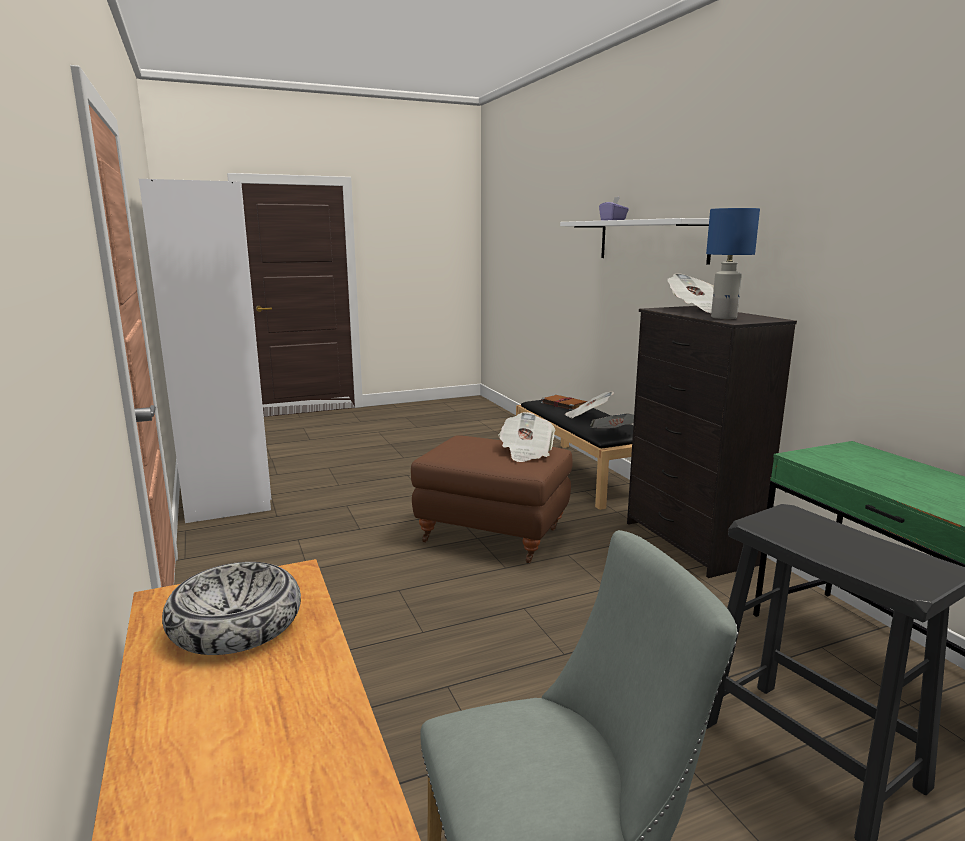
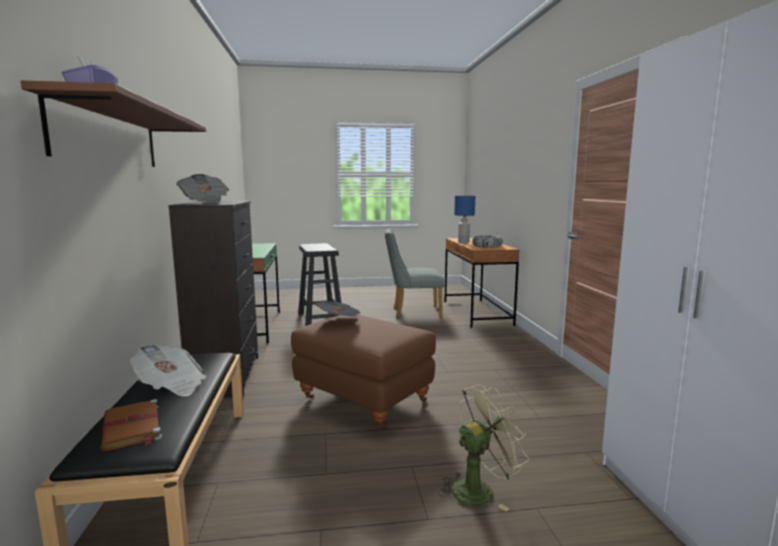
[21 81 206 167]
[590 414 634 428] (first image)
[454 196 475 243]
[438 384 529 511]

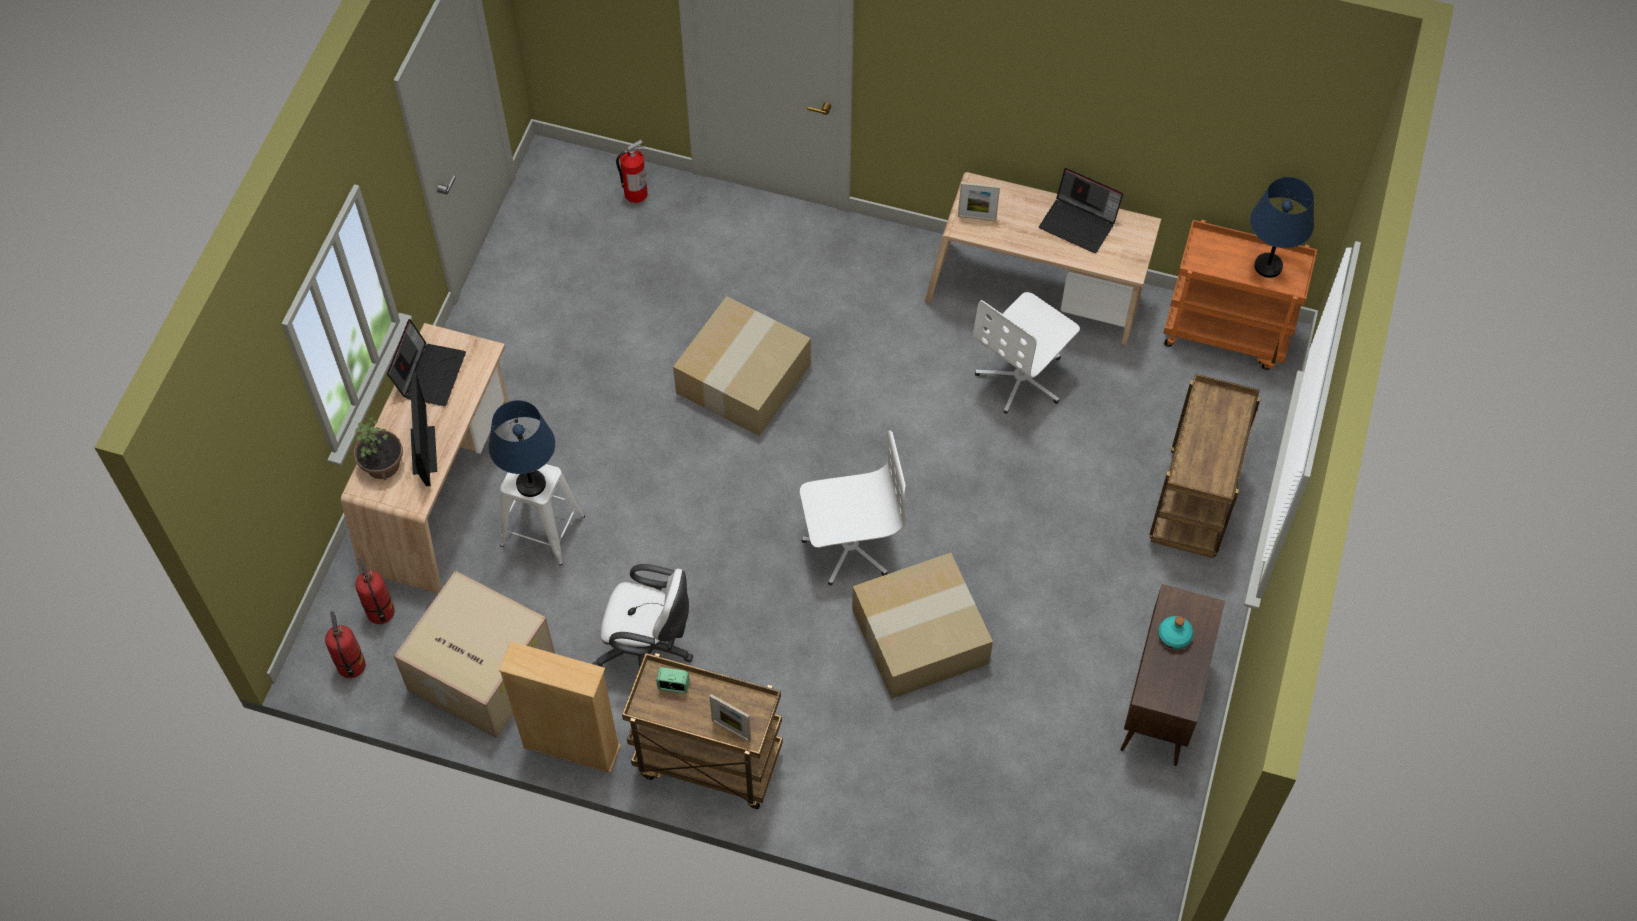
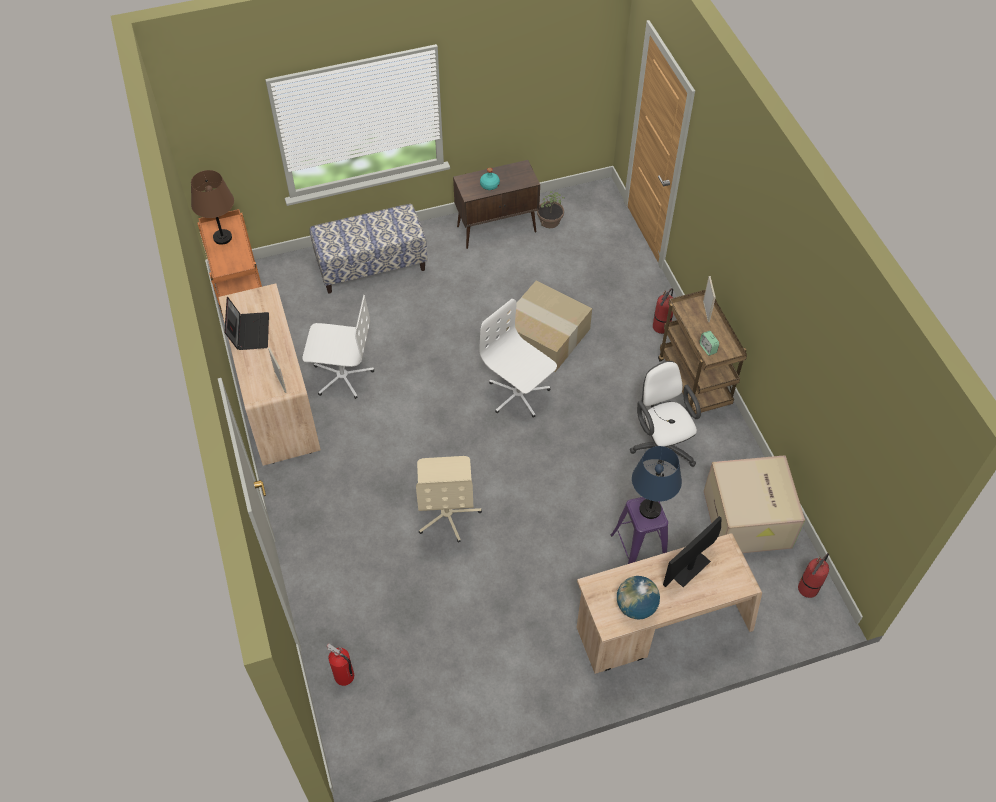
[537 191 565 228]
[653 288 673 334]
[617 576 660 620]
[498 641 621 773] (first image)
[610 497 668 564]
[416 456 482 543]
[310 204 428 294]
[191 170 234 245]

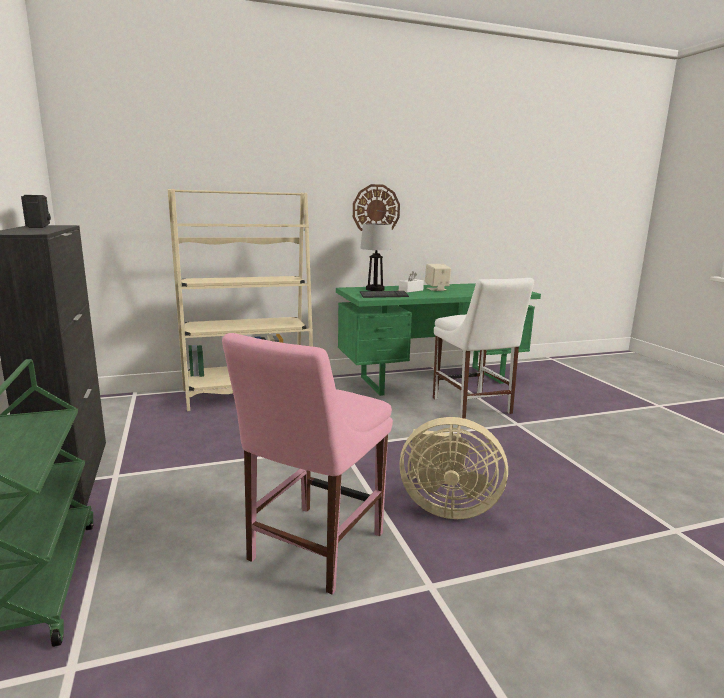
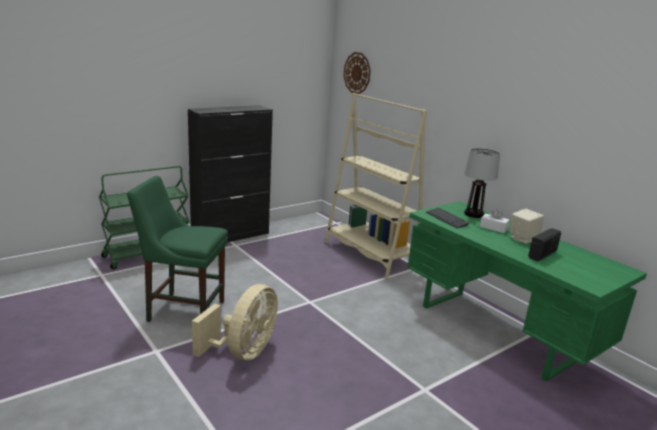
[528 228 561 261]
[127 176 228 322]
[344 52 371 94]
[192 284 278 360]
[433 278 534 419] (first image)

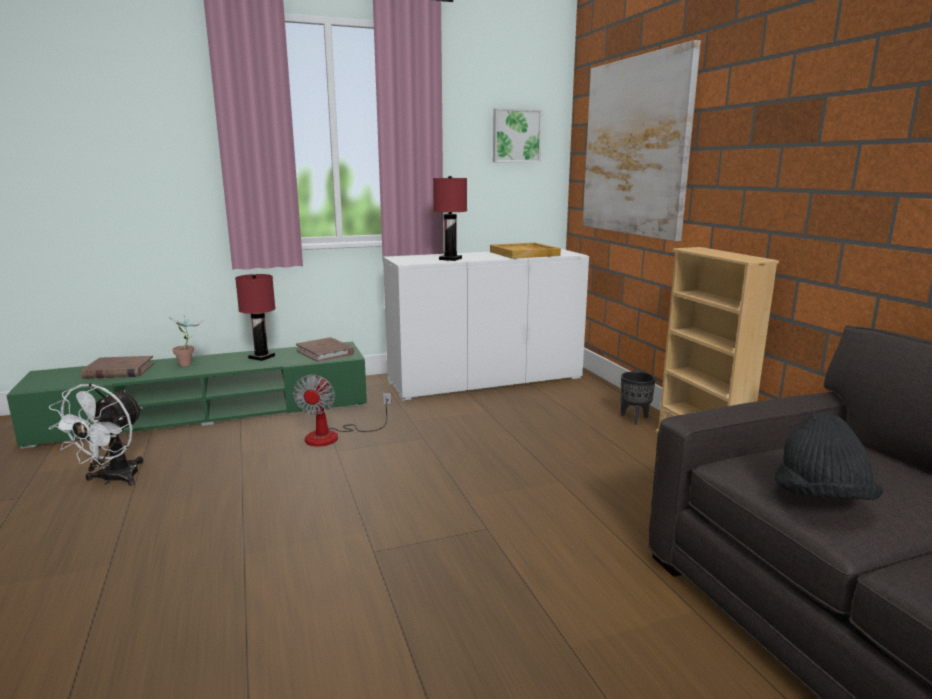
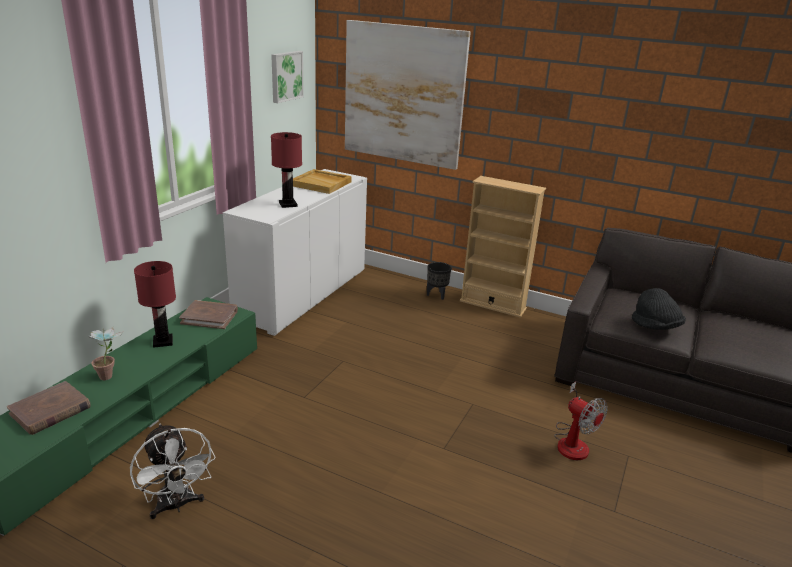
[554 382 608 460]

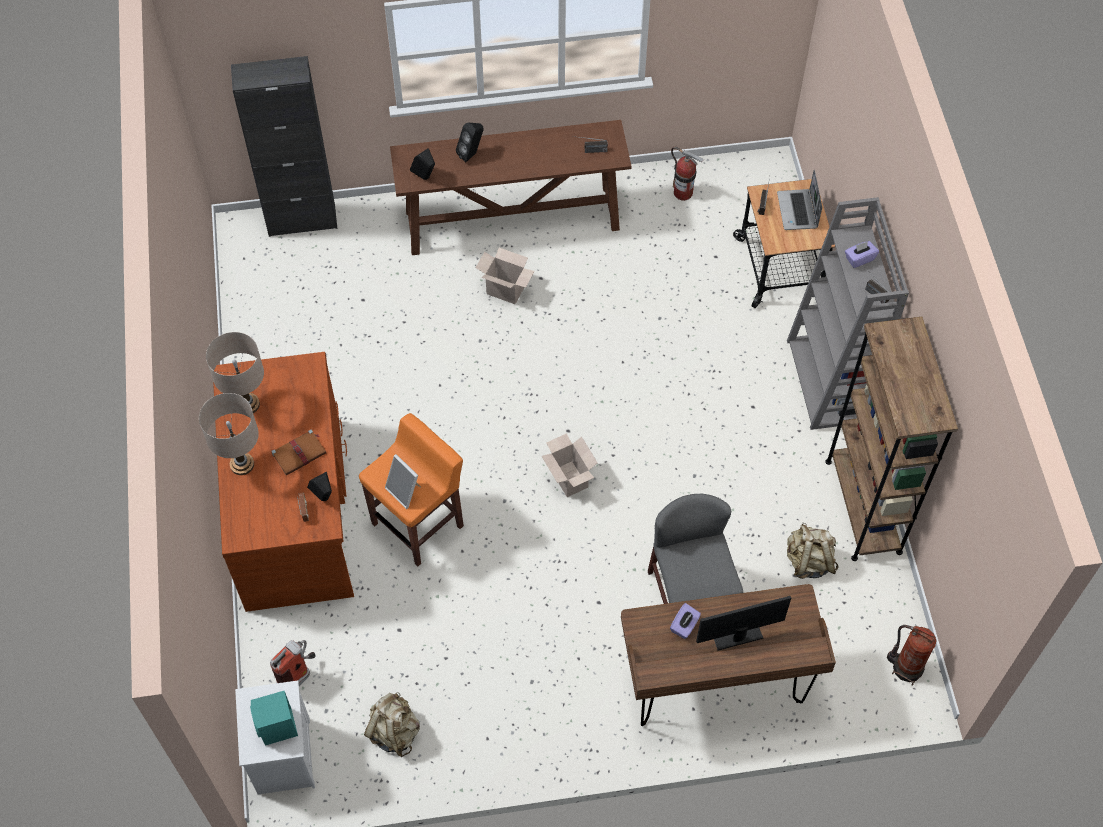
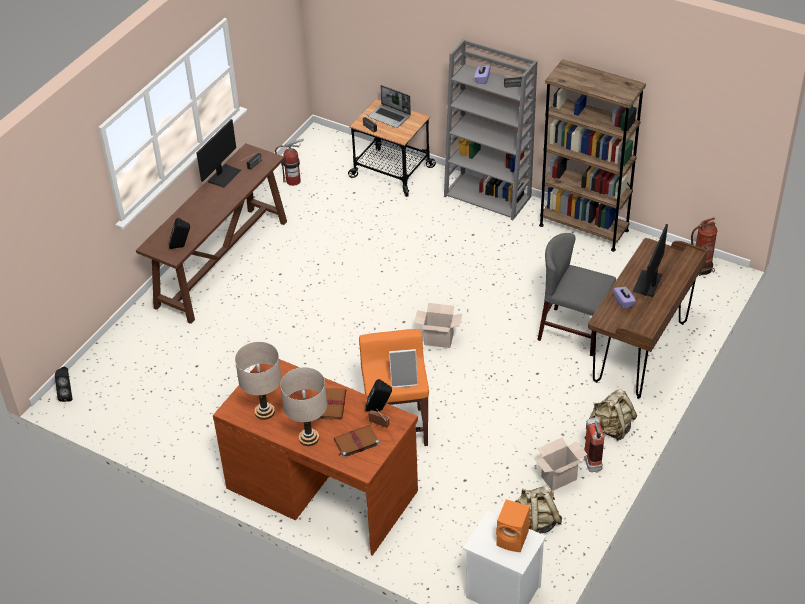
[231 56 337 237] (first image)
[496 499 530 552]
[584 417 604 472]
[55 367 72 402]
[535 438 588 491]
[590 389 637 441]
[197 119 241 188]
[334 425 380 458]

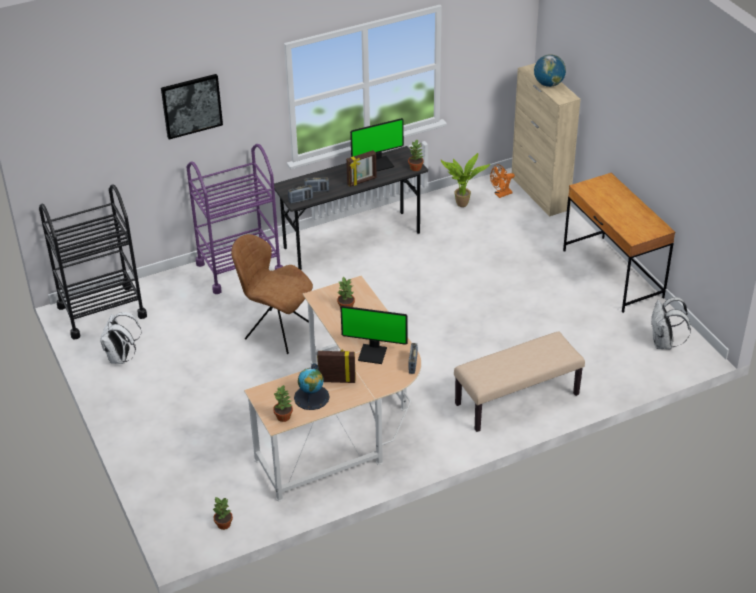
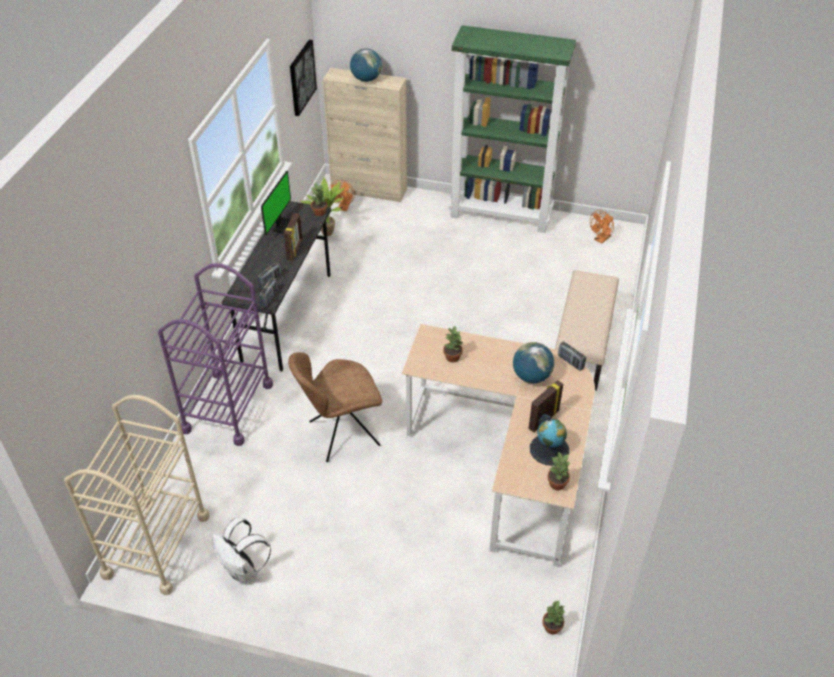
[64 395 209 595]
[290 40 317 116]
[513 342 554 383]
[449 25 576 233]
[590 210 614 244]

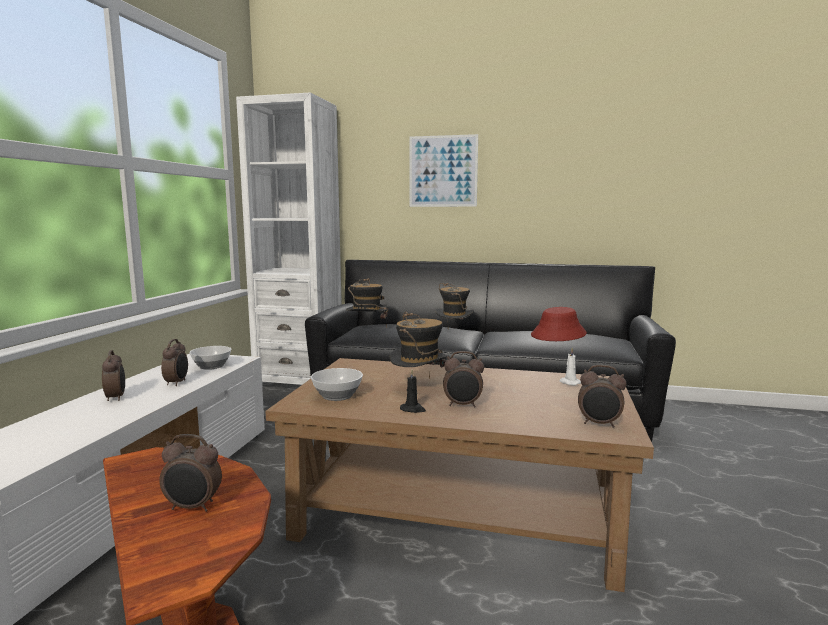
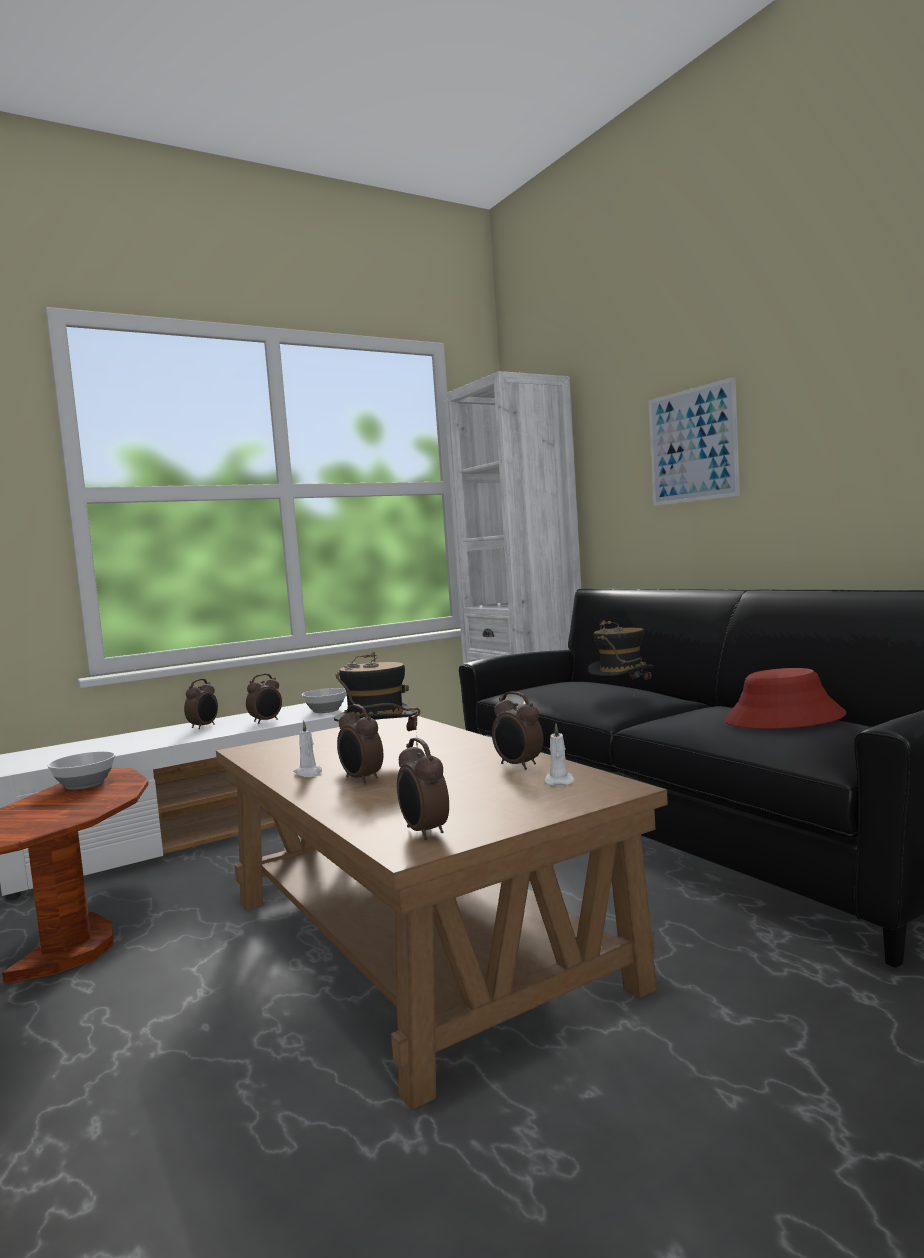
[492 692 544 770]
[47 751 115 790]
[346 278 388 327] (first image)
[293 721 322 777]

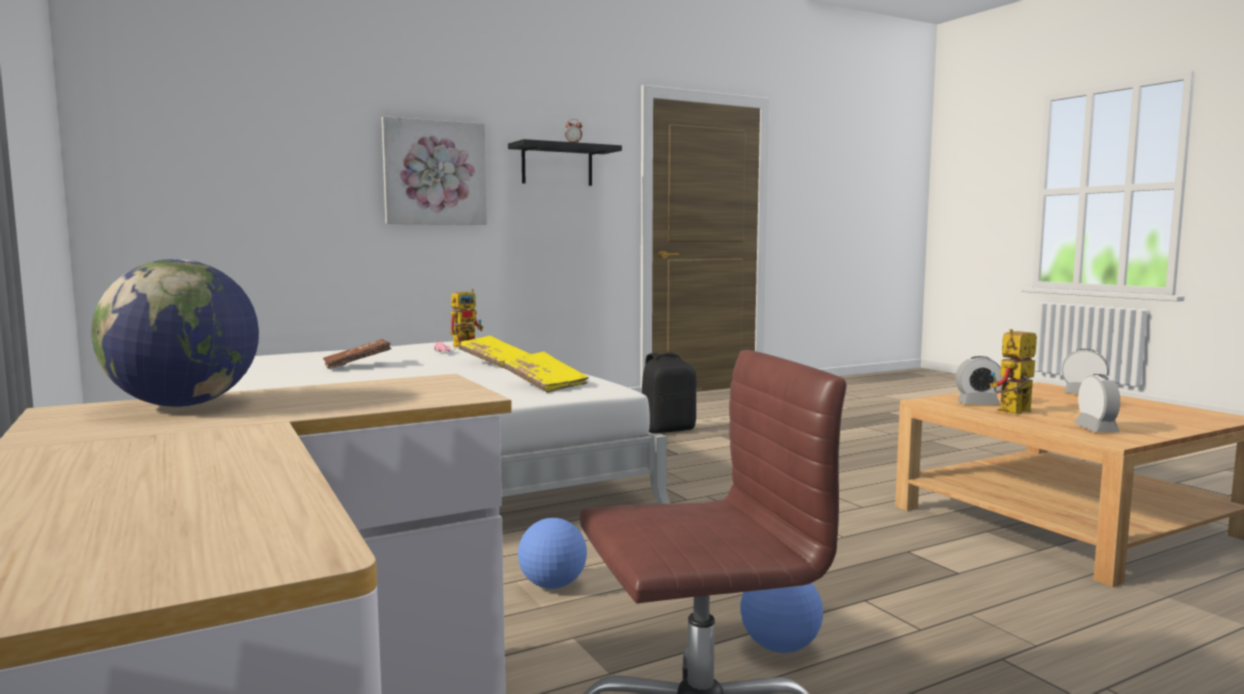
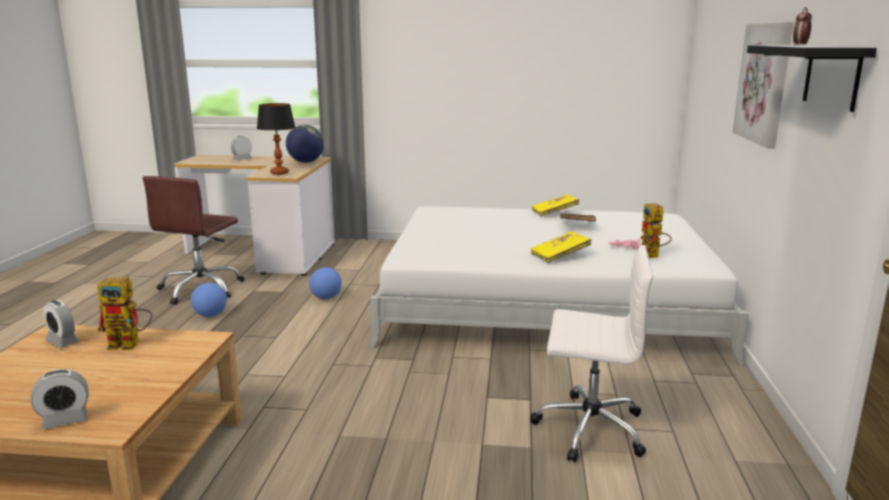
[532 194 579 216]
[530 245 653 462]
[231 136 252 160]
[97 276 153 350]
[257 103 295 175]

